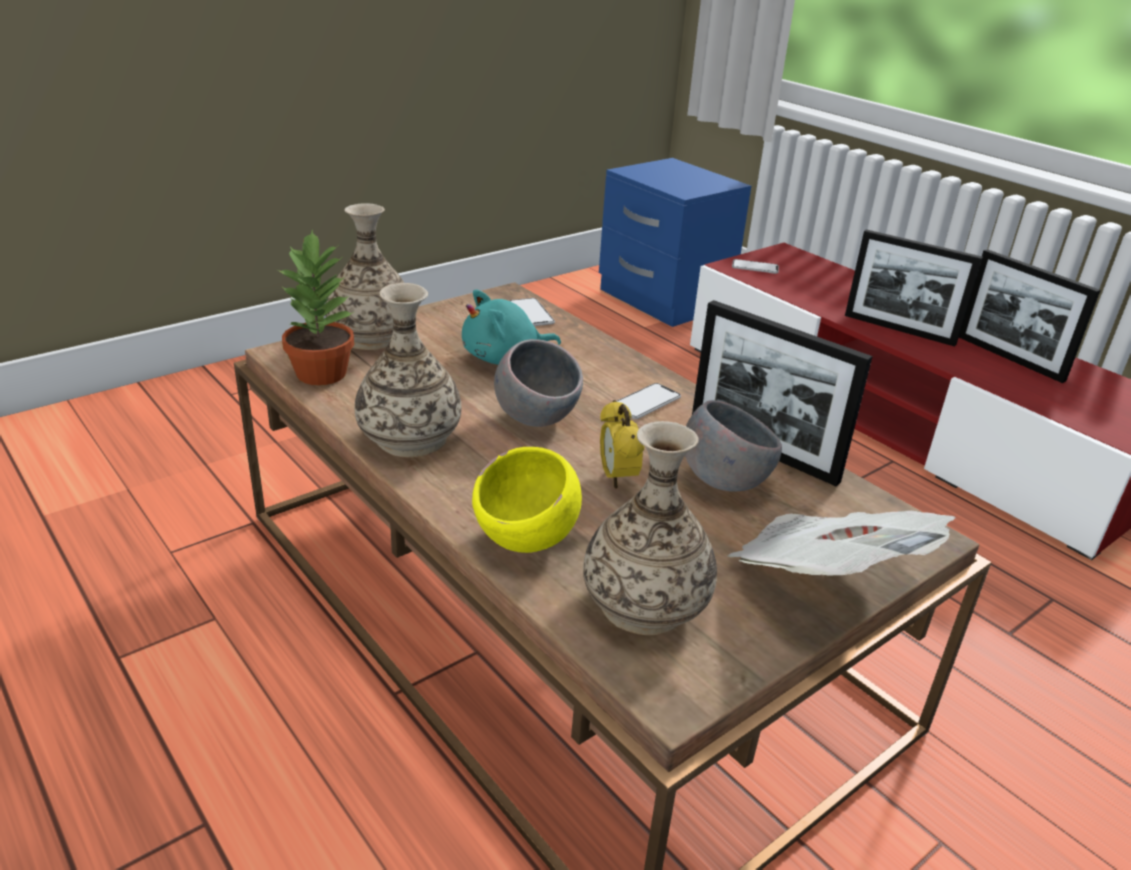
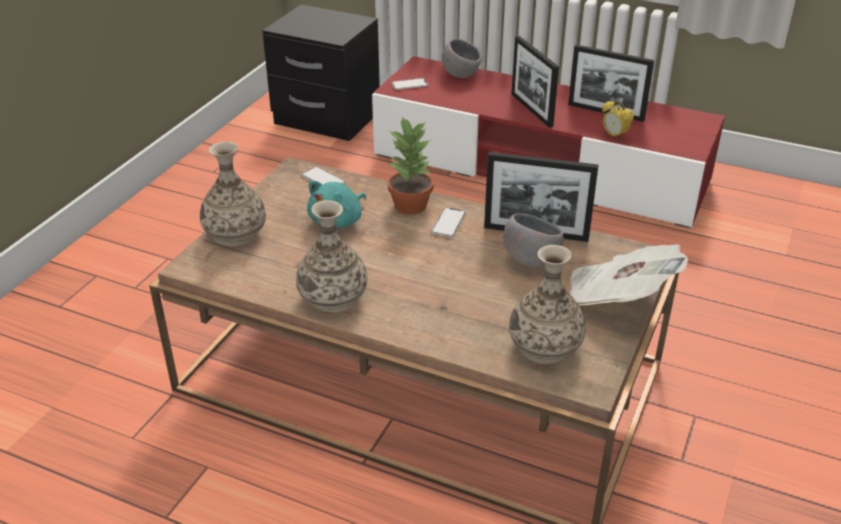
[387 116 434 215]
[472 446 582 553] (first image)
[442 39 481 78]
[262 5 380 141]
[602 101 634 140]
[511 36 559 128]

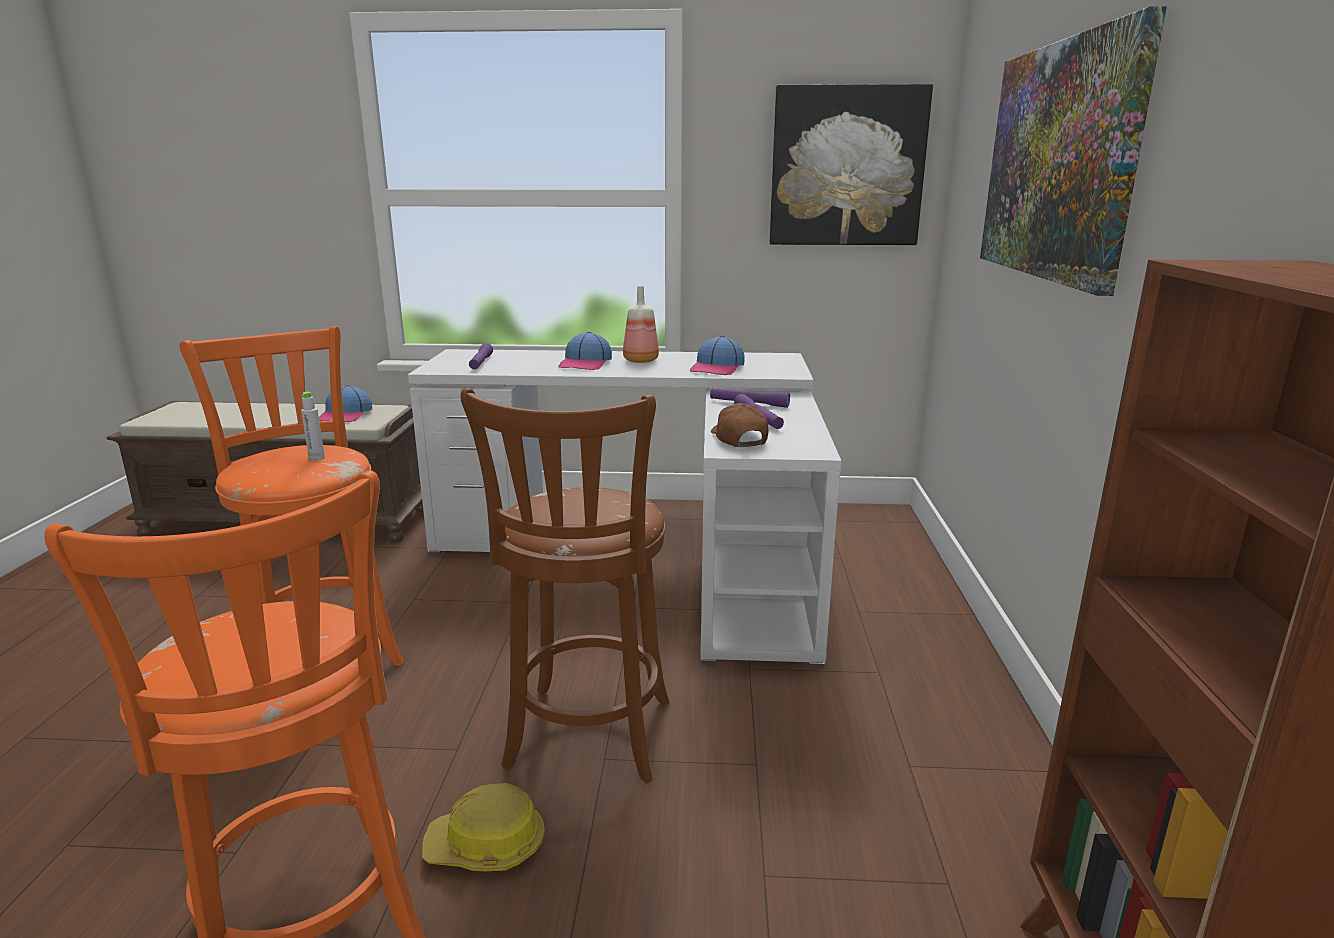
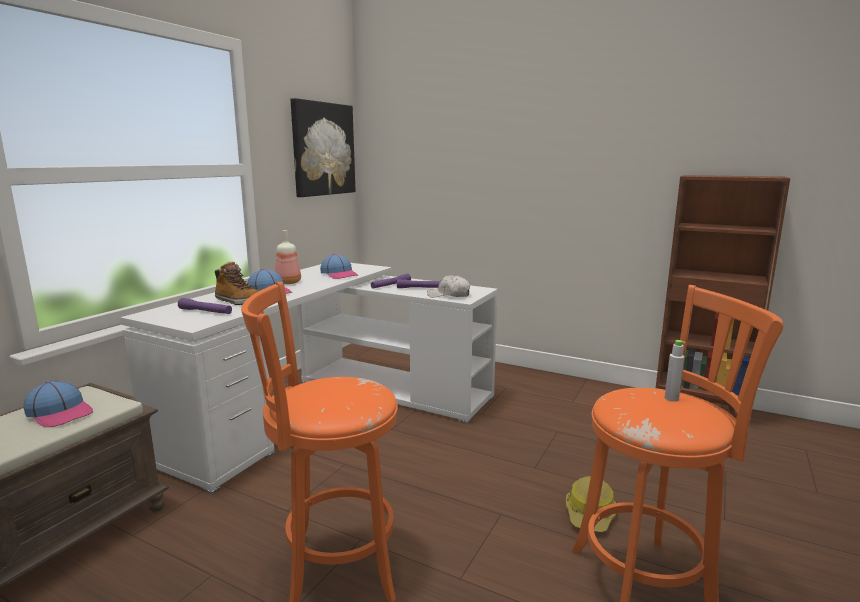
[665 340 686 402]
[460 388 670 783] (first image)
[427 275 470 297]
[980 6 1167 296] (first image)
[215 261 259 305]

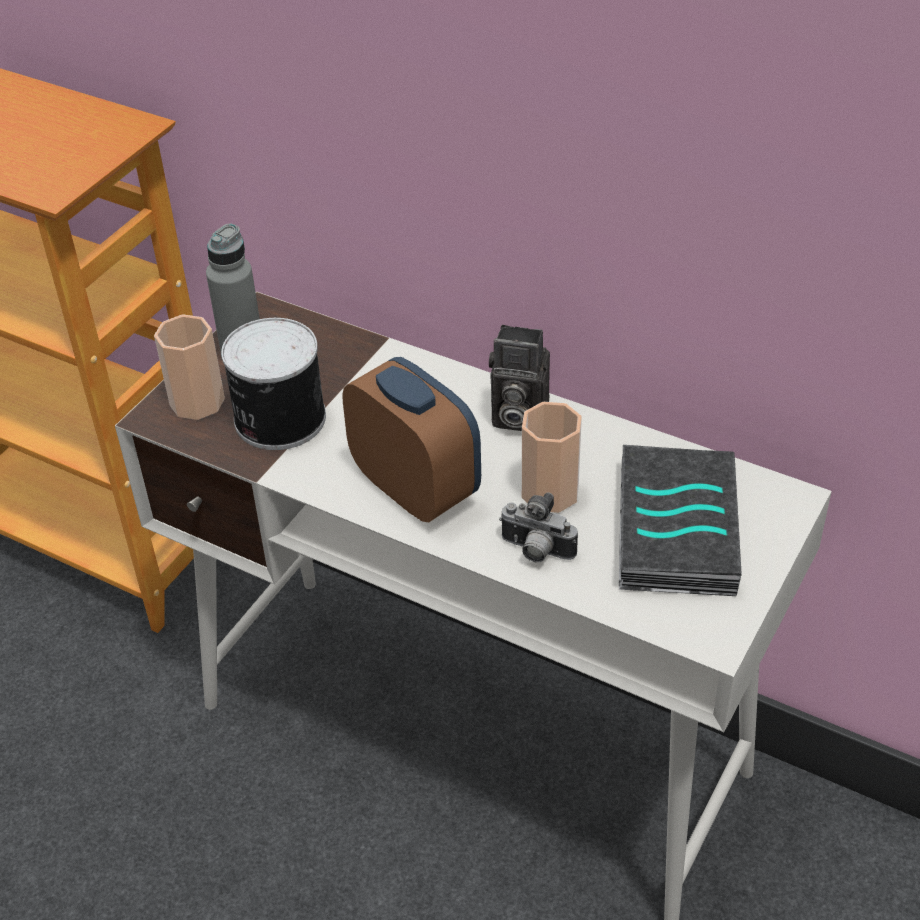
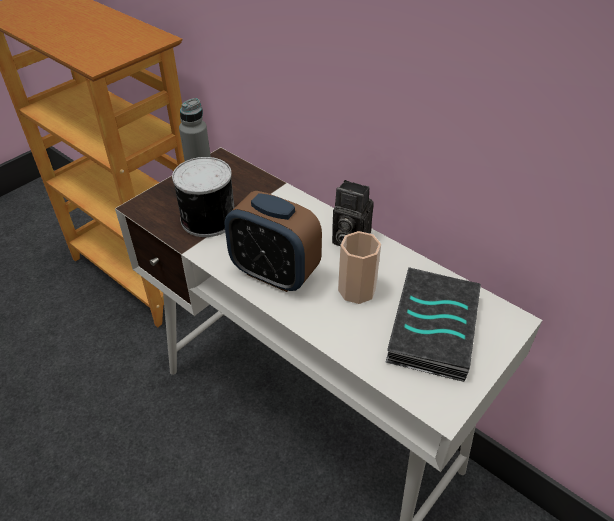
[154 314 225 420] (first image)
[225 191 322 292]
[499 492 578 563] (first image)

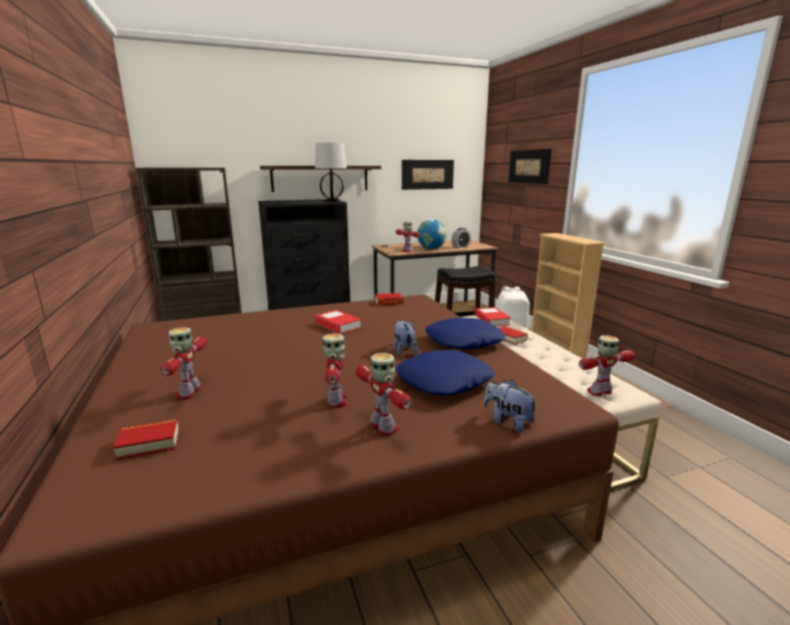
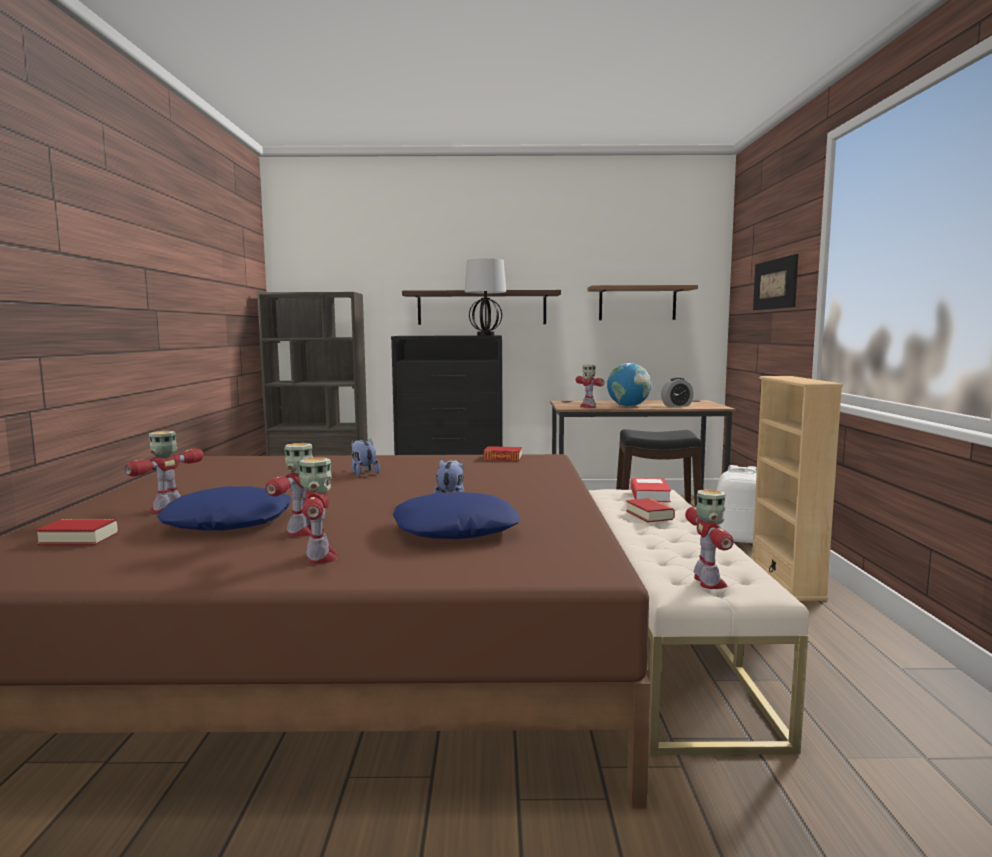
[315 310 361 334] (first image)
[587 285 698 320]
[157 486 291 531]
[351 438 380 476]
[685 489 734 589]

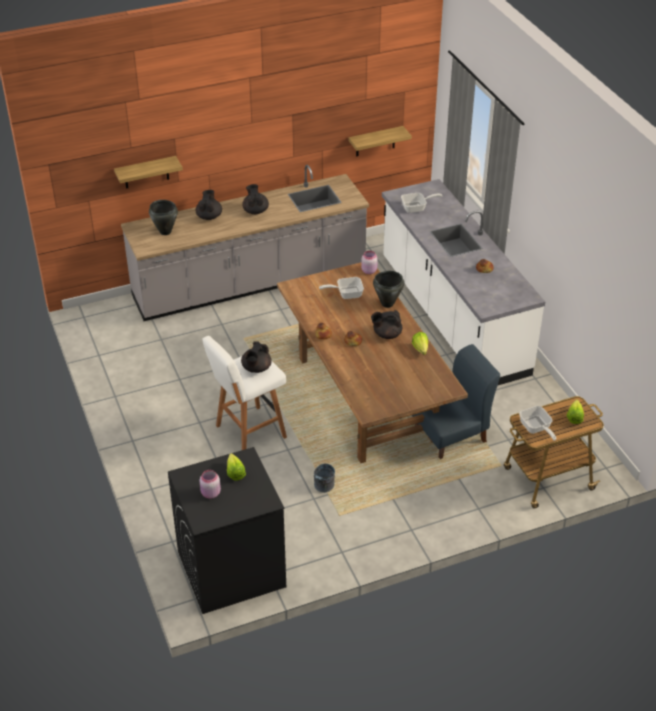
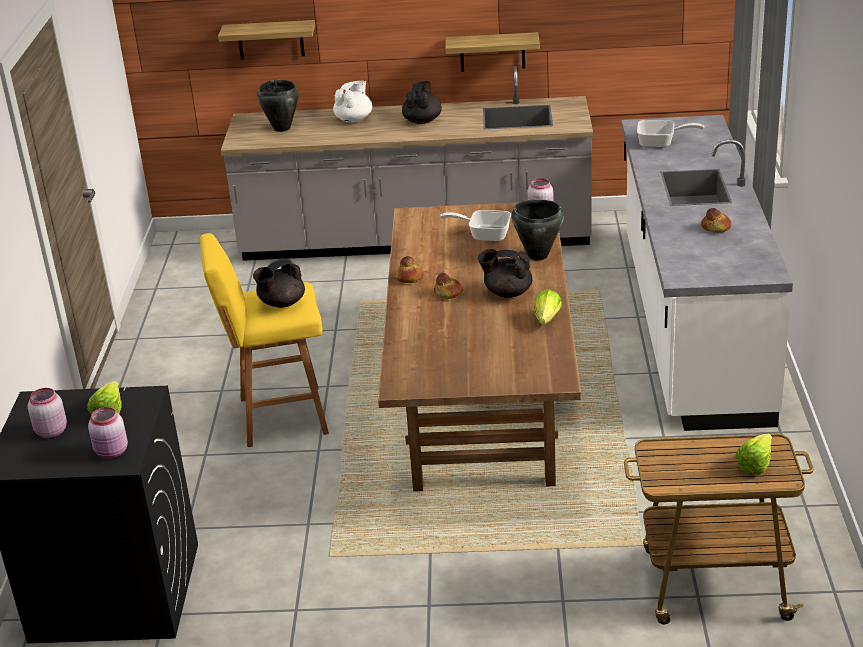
[333 81 373 123]
[200 233 329 447]
[314 464 335 493] (first image)
[445 32 540 72]
[412 344 500 459] (first image)
[519 406 557 441] (first image)
[88 407 128 459]

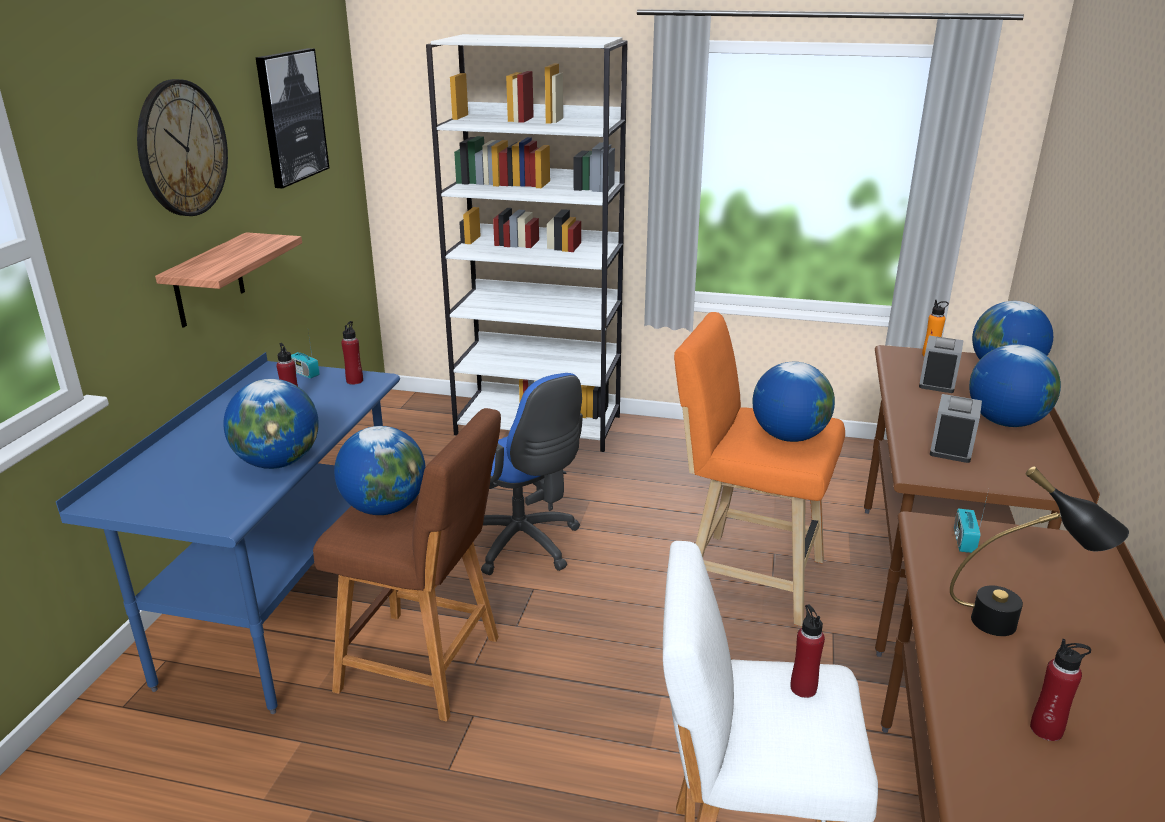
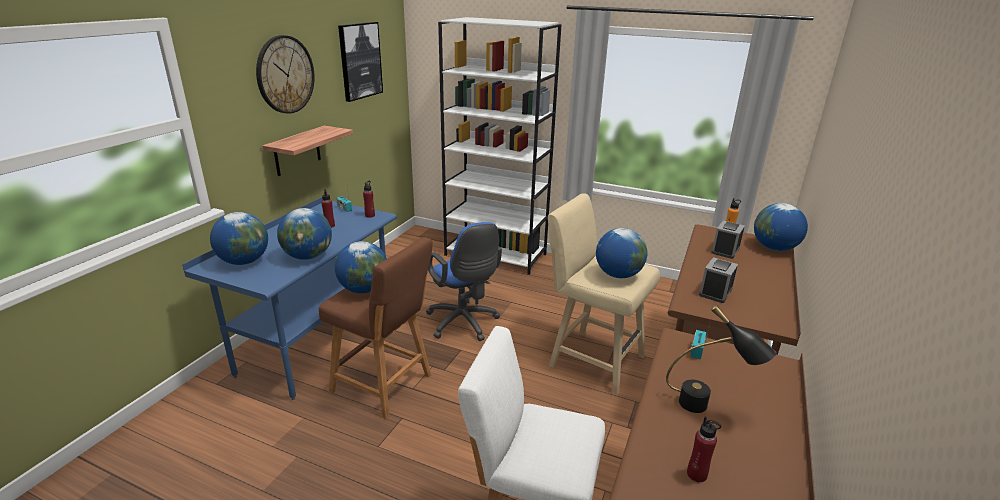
[548 193 660 395]
[791 604 825 698] (first image)
[210 212 268 265]

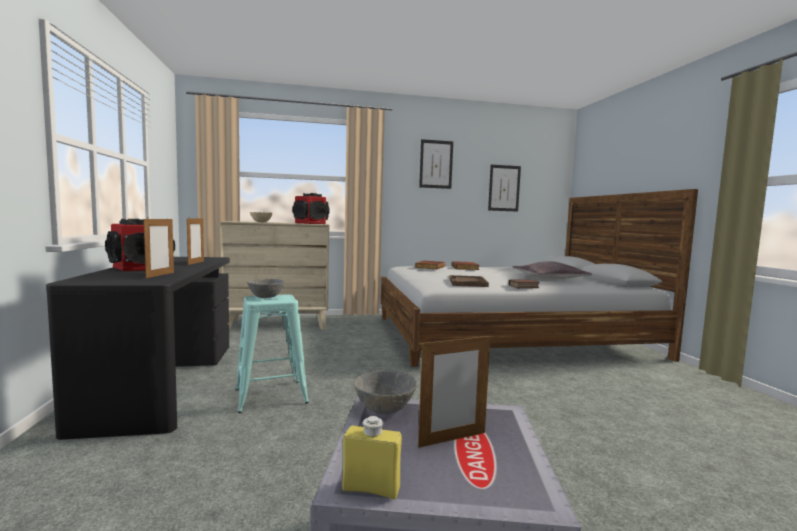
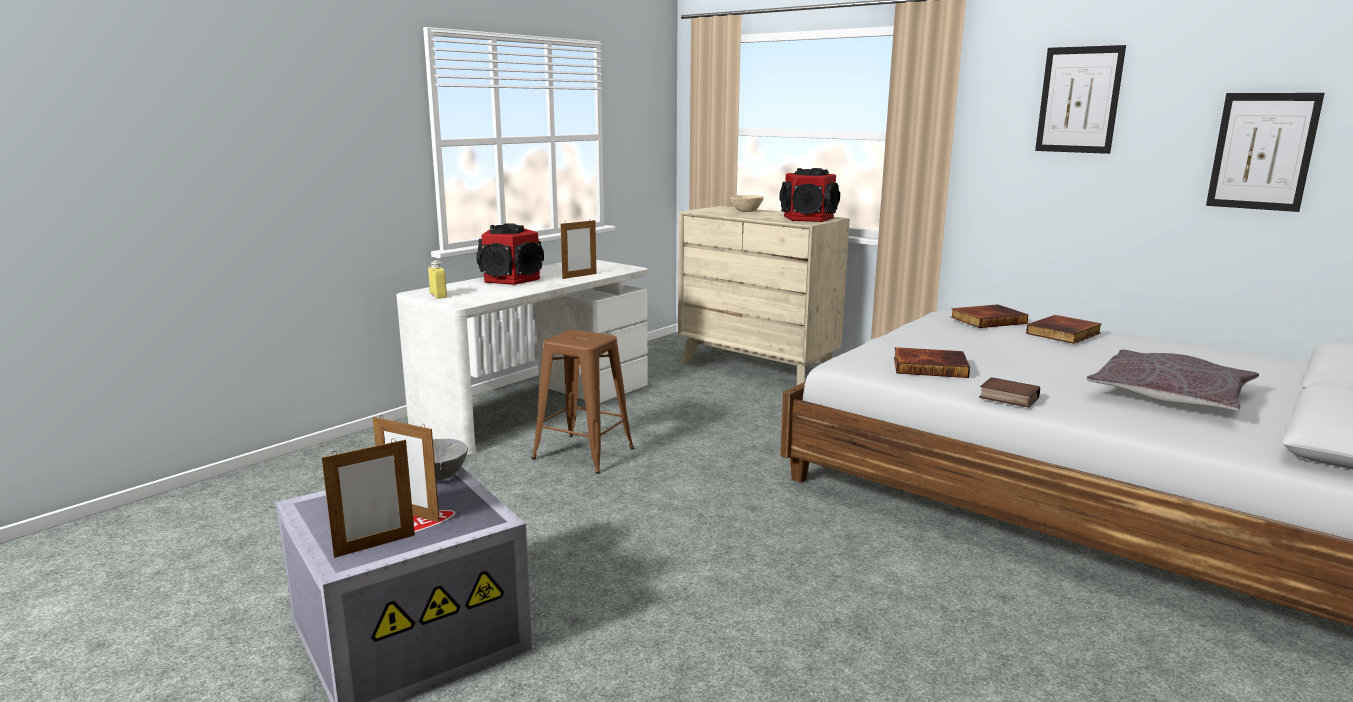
[396 260 648 455]
[322 438 415 558]
[531 330 634 474]
[247 279 285 298] (first image)
[428 261 447 299]
[894 347 970 378]

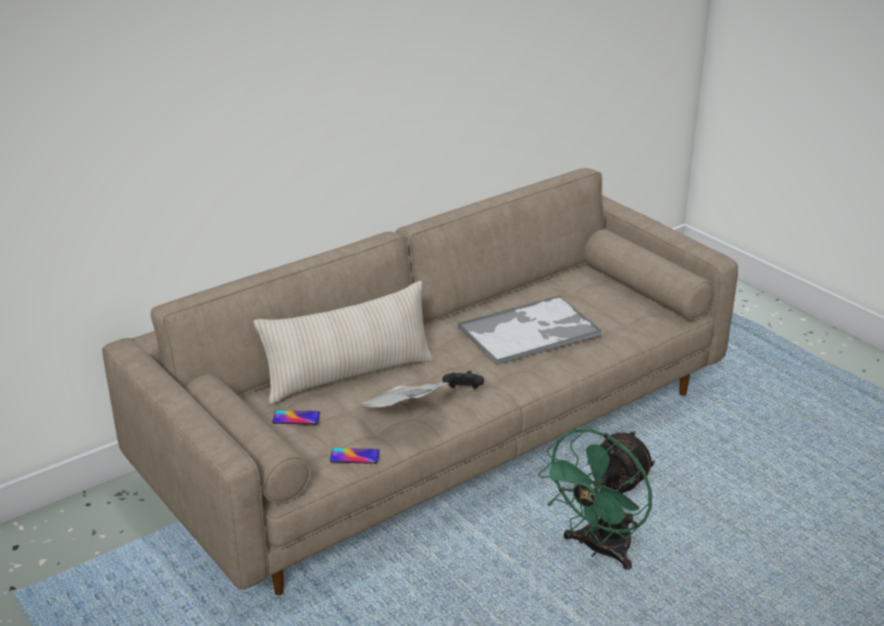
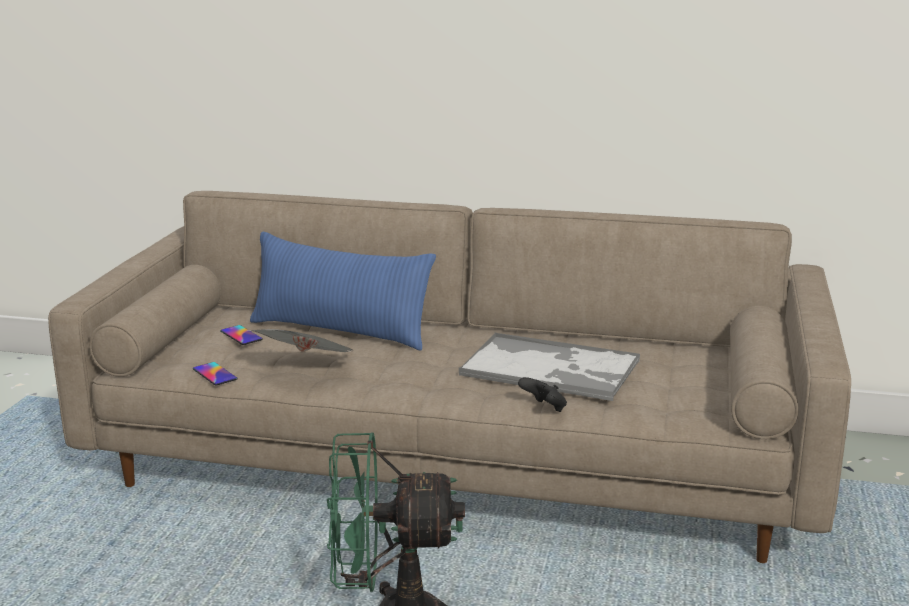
[250 232 436 351]
[518 377 567 412]

